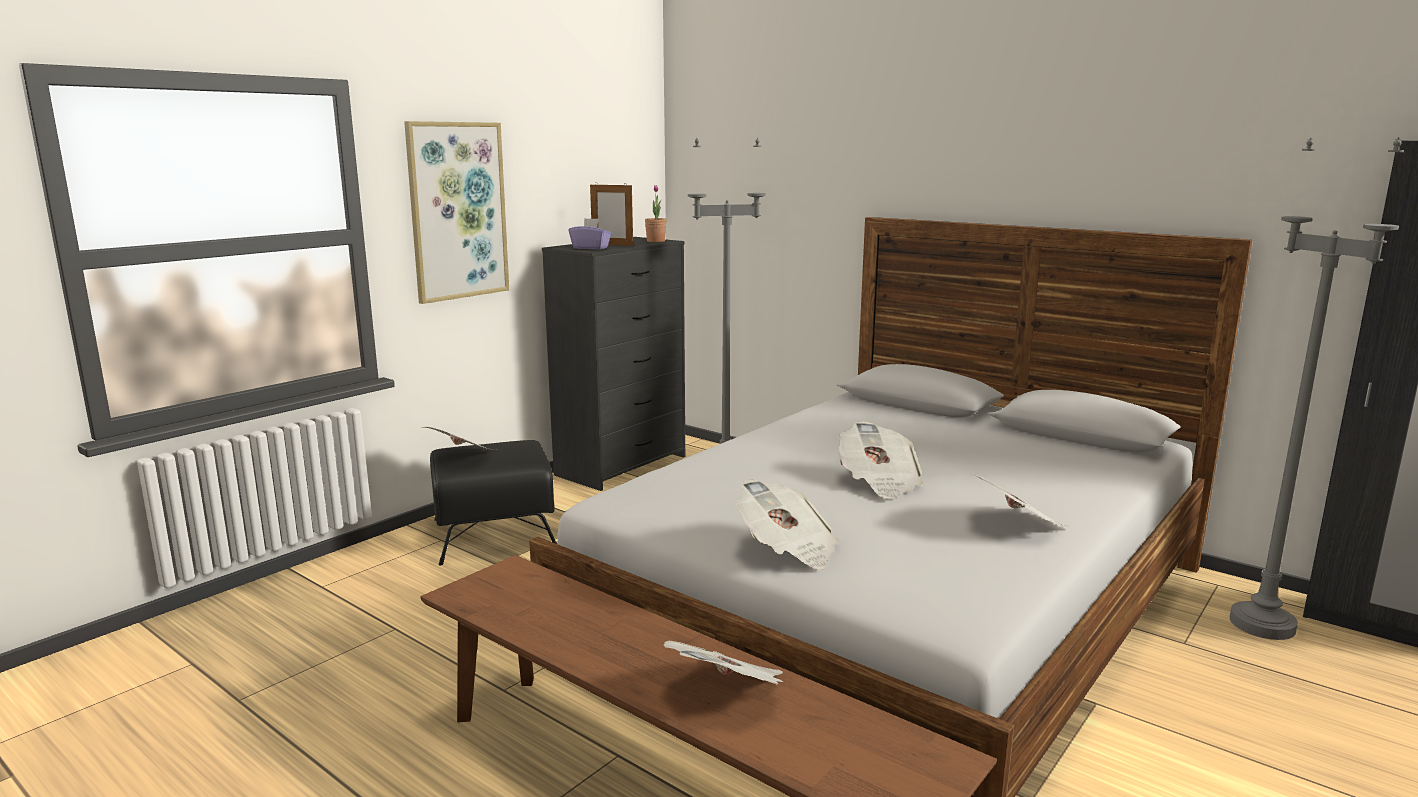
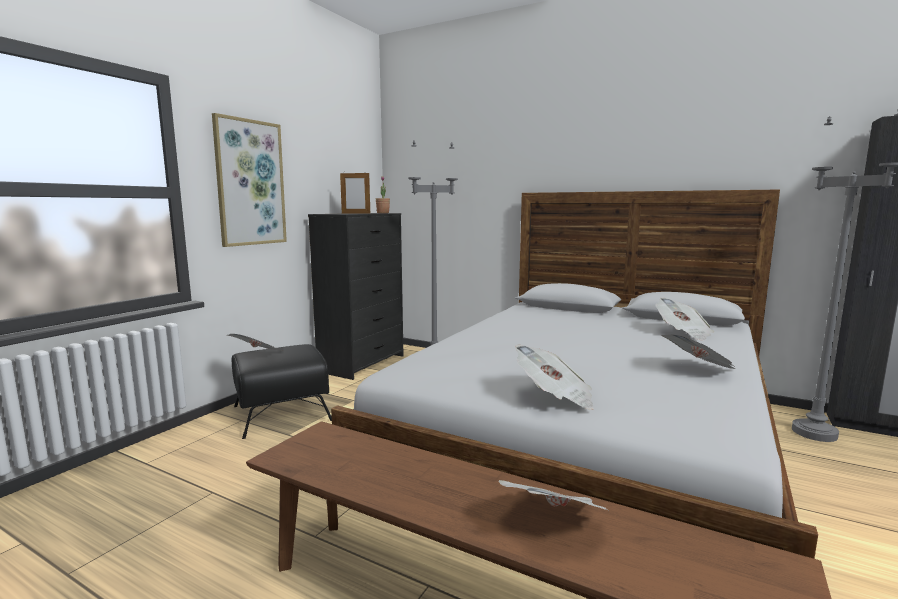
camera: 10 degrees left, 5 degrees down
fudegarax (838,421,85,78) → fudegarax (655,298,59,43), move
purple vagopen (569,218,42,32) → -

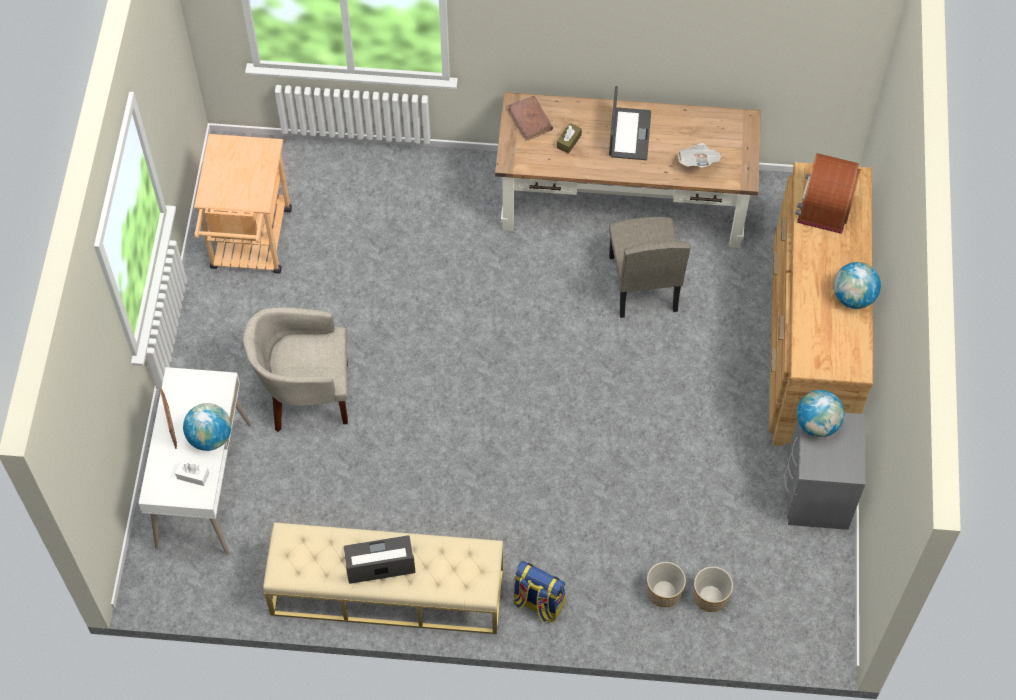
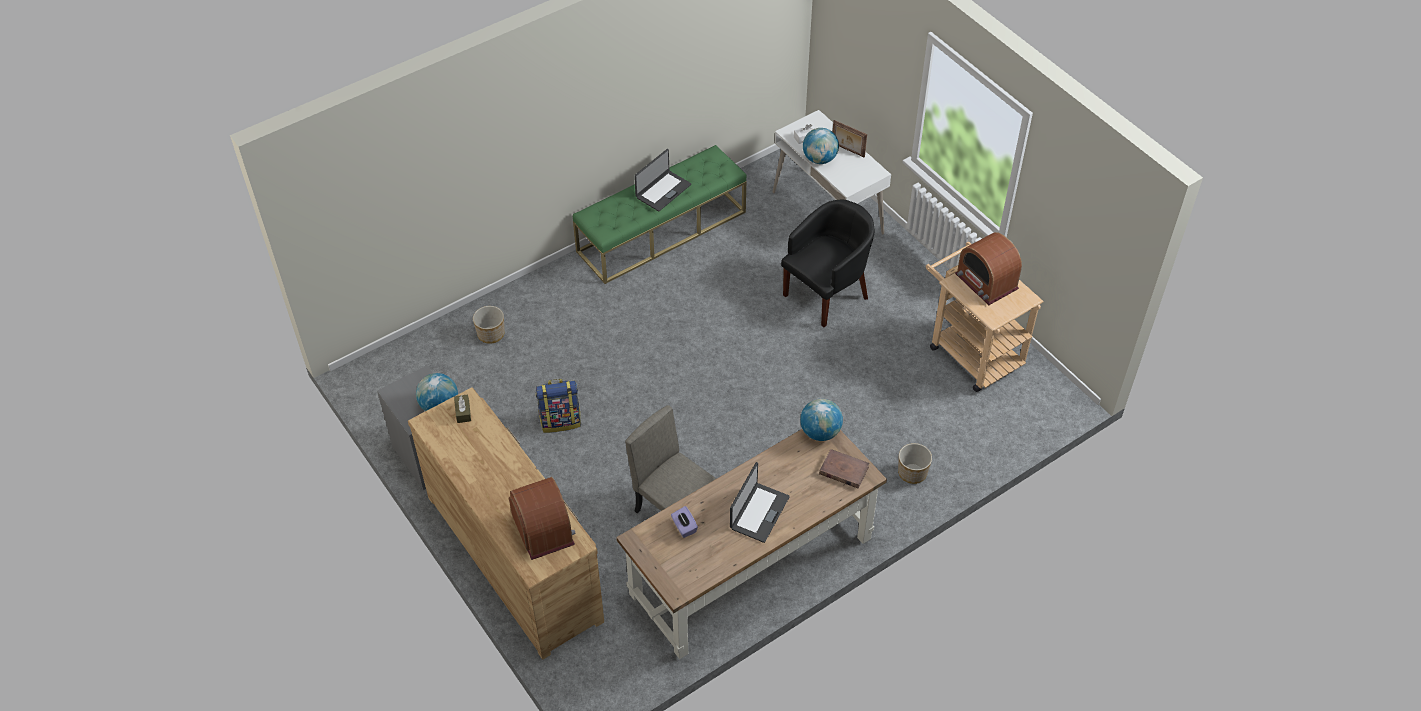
camera: 140 degrees right, 10 degrees down
brown vagopen (557,123,25,31) → brown vagopen (454,394,17,29), move
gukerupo (513,561,53,61) → gukerupo (536,379,45,54), move
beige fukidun (263,523,240,111) → green fukidun (573,145,173,139)
fudegarax (678,143,44,25) → purple vagopen (671,506,27,32)
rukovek (609,86,42,74) → rukovek (730,462,60,81), 120 degrees counterclockwise
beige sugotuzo (243,307,105,125) → black sugotuzo (781,200,93,127)
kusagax (833,262,48,47) → kusagax (800,399,43,42), move
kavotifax (694,566,39,46) → kavotifax (898,443,34,41), move
- → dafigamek (955,232,67,73)

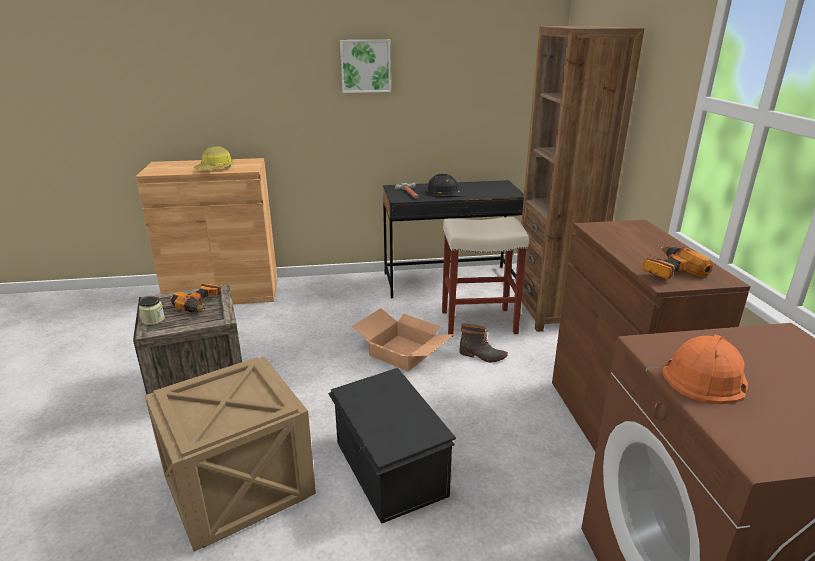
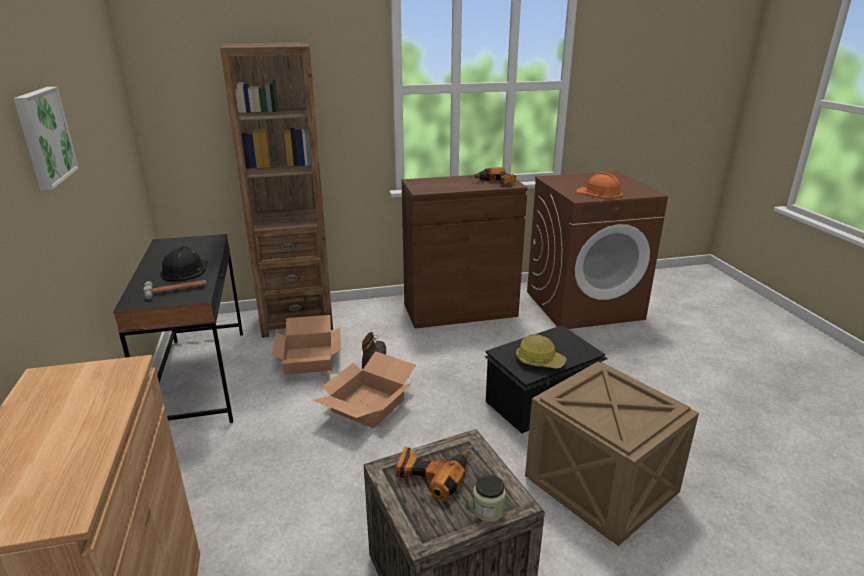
camera: 95 degrees left, 0 degrees up
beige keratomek (442,217,87,120) → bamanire (272,315,69,60)
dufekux (194,146,39,24) → dufekux (516,334,51,35), move

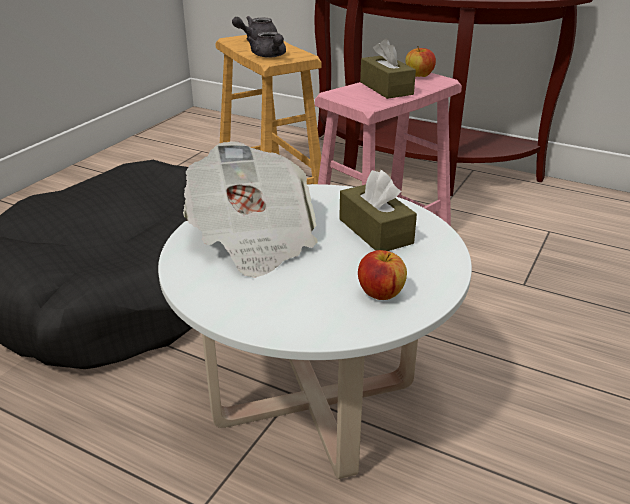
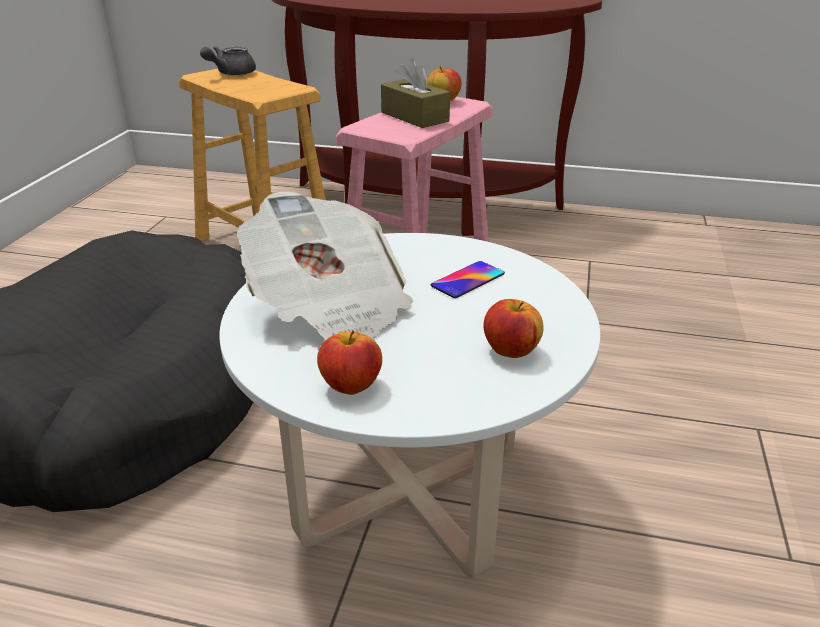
camera: 15 degrees left, 0 degrees up
- → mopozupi (317,330,65,65)
brown vagopen (339,170,78,81) → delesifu (431,261,74,37)
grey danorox (247,31,39,27) → -

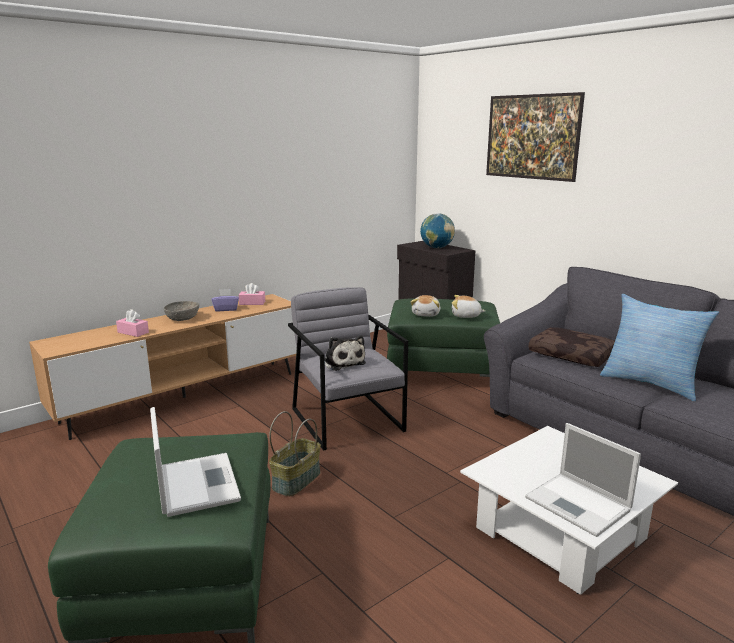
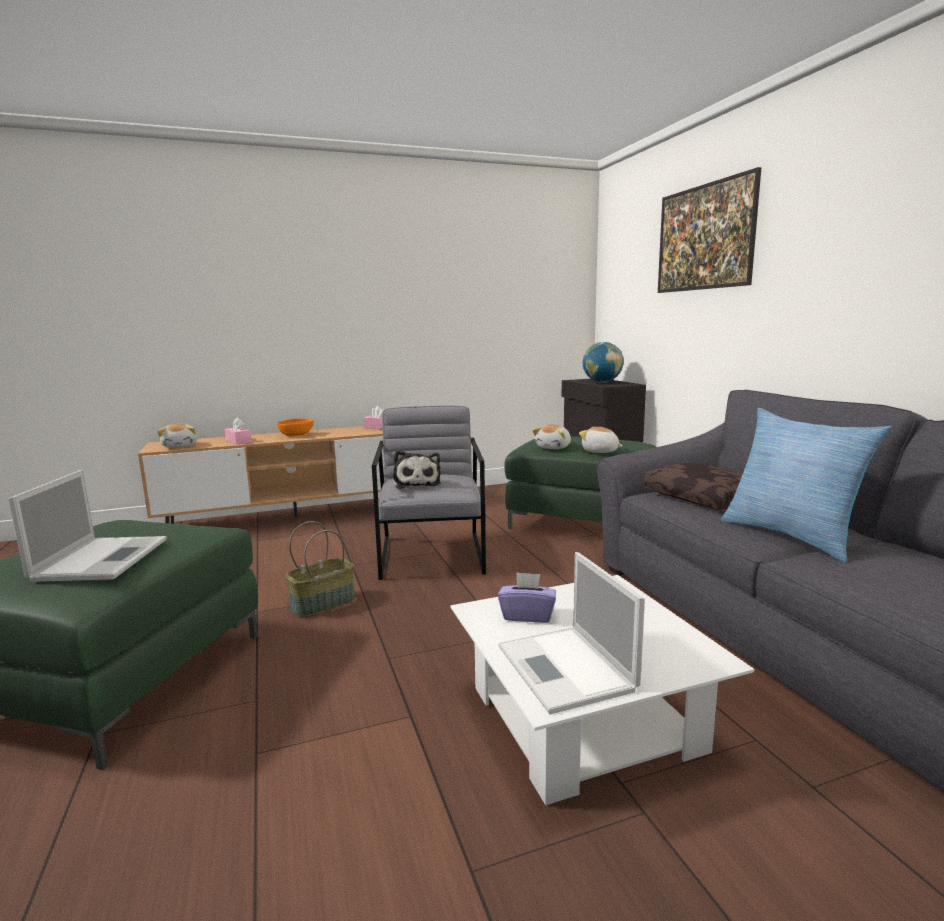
camera: 20 degrees right, 5 degrees down
- → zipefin (157,423,40,25)
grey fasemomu (164,301,35,20) → orange fasemomu (277,419,37,17)
purple vagopen (211,289,28,22) → purple vagopen (498,572,58,51), move

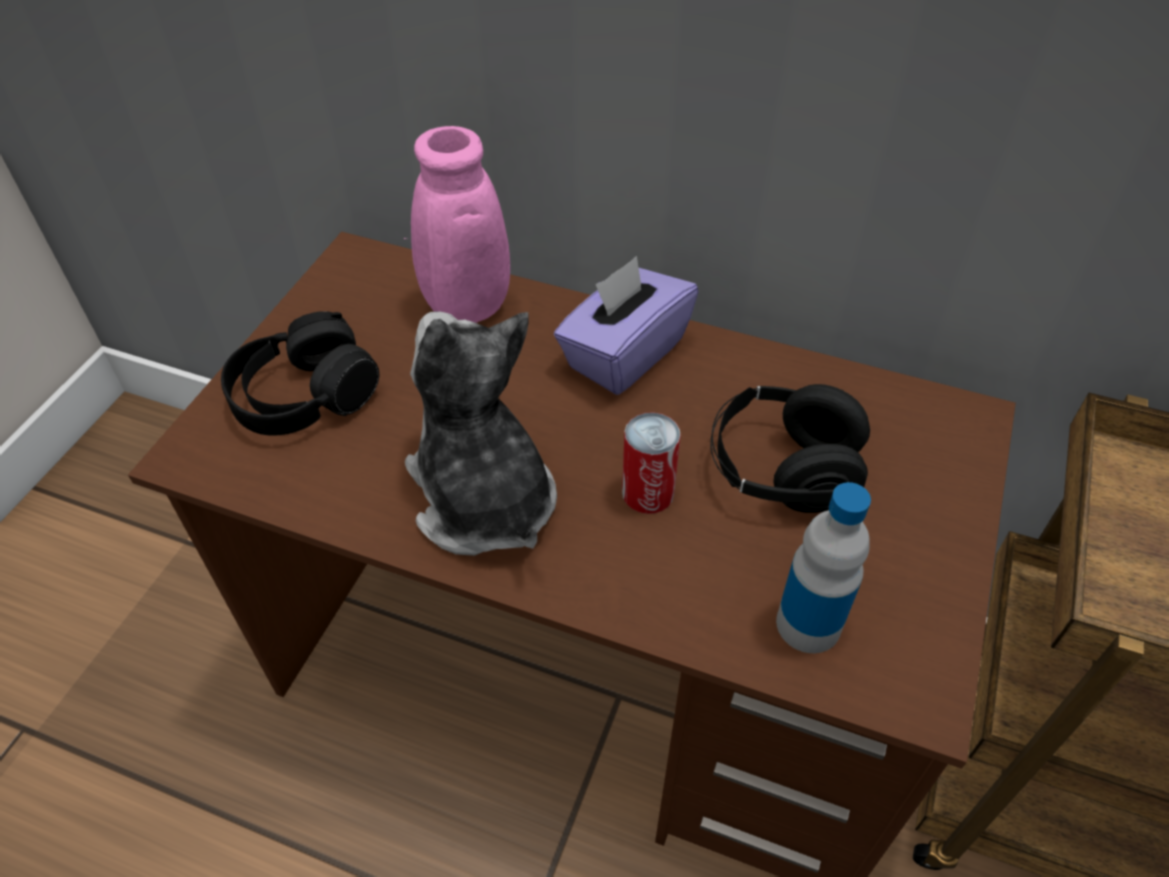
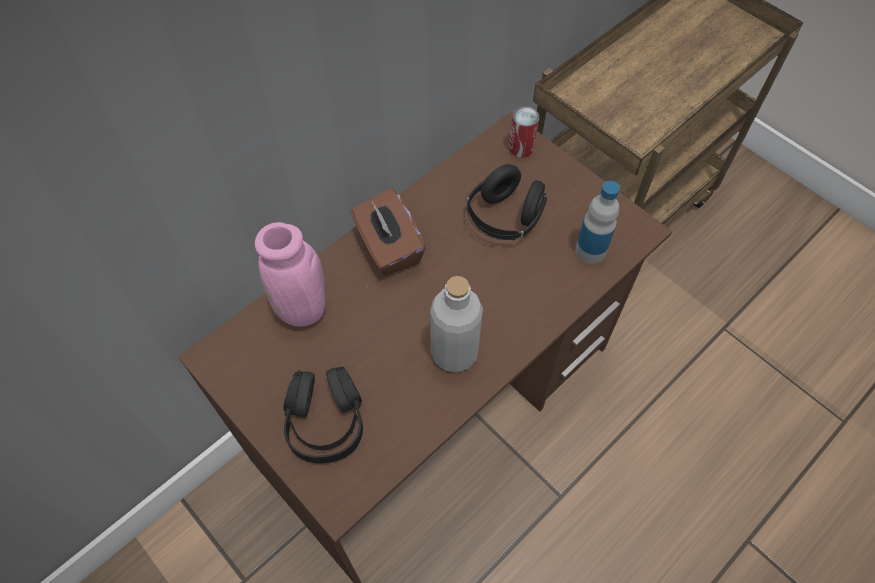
camera: 65 degrees left, 10 degrees up
purple vagopen (554,256,144,139) → brown vagopen (351,188,75,88)
zipefin (405,311,152,245) → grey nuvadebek (430,276,53,97)
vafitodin (622,412,59,102) → vafitodin (509,107,30,51), move

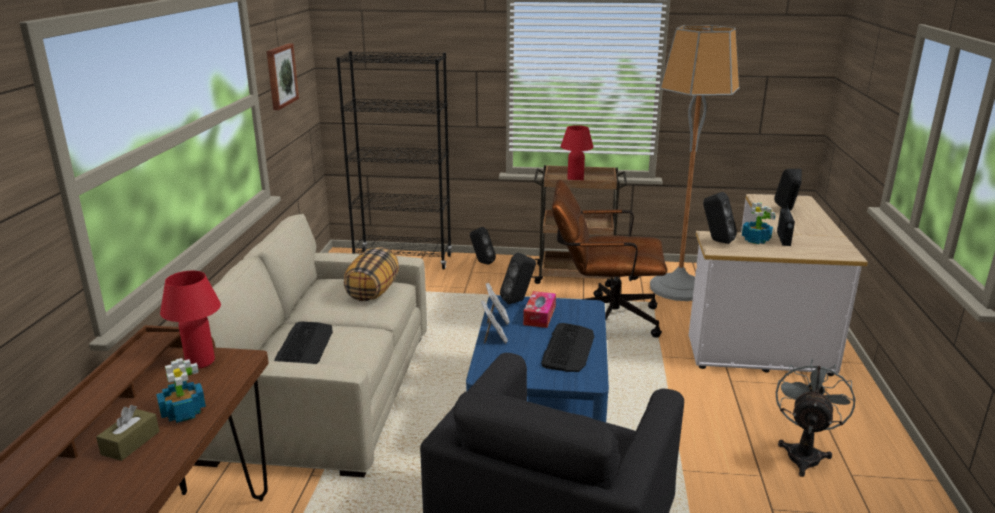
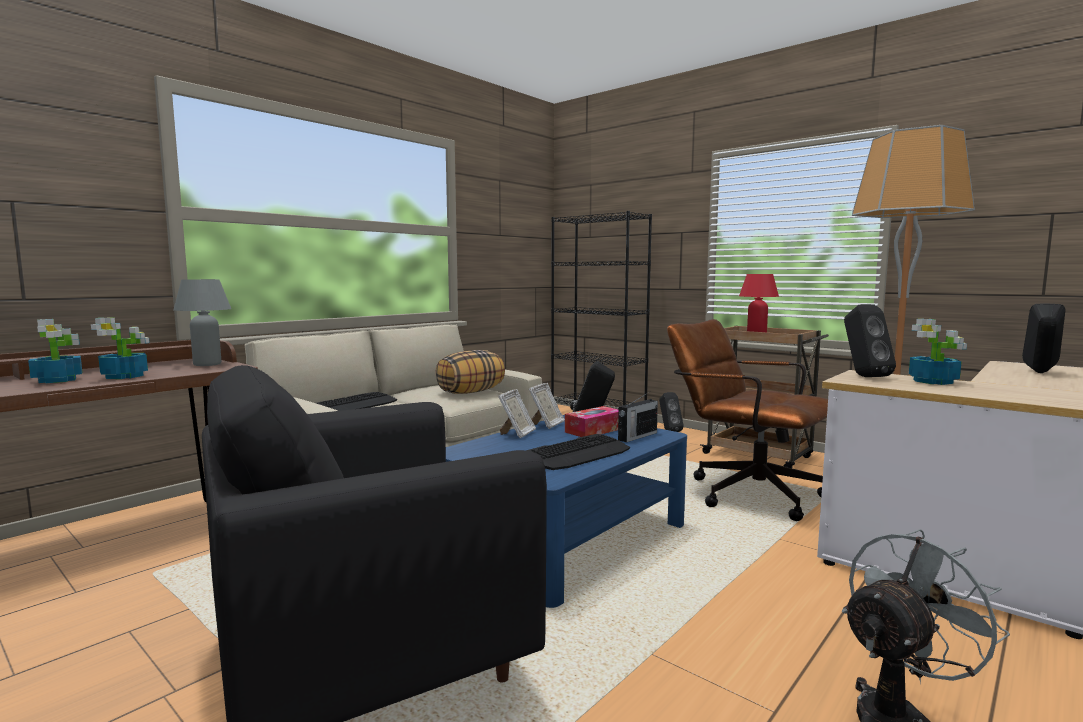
camera: 35 degrees right, 15 degrees down
brown vagopen (96,405,63,56) → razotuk (28,319,54,64)
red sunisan (160,271,61,98) → grey sunisan (173,279,58,87)
dafigamek (777,205,18,41) → dafigamek (618,392,40,50), move
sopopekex (267,44,32,66) → -

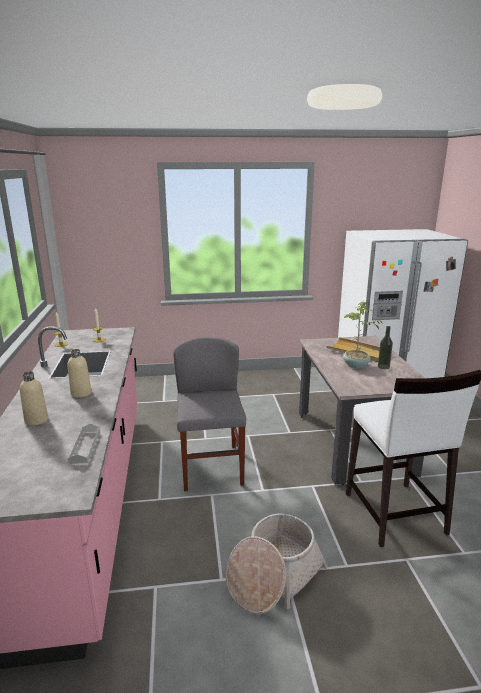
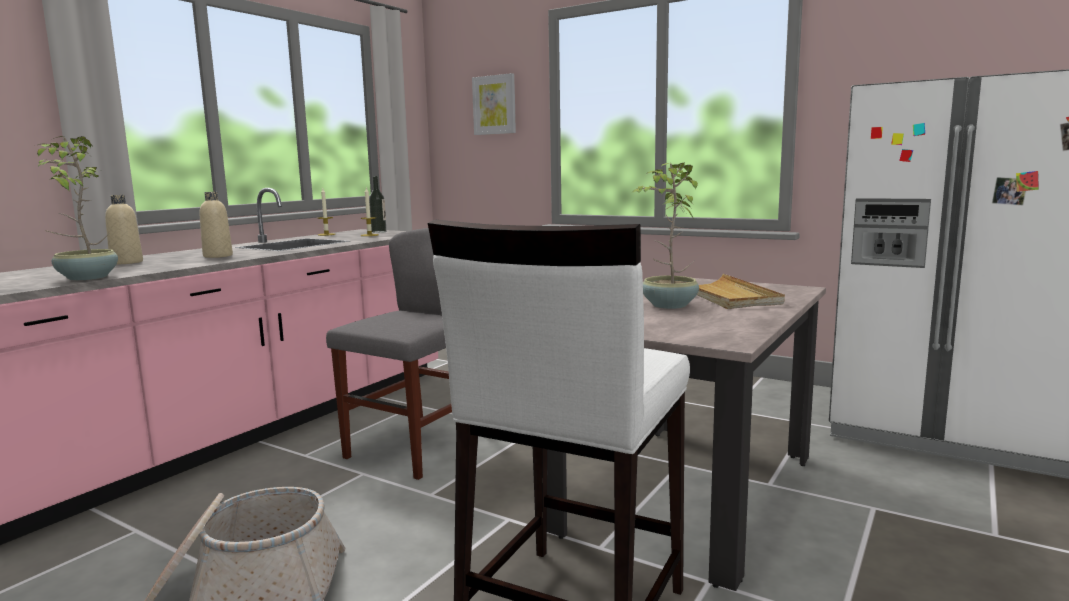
camera: 40 degrees right, 10 degrees down
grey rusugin (68,424,32,40) → razotuk (37,136,81,144)
nuvadebek (378,326,15,43) → nuvadebek (369,176,18,57), move
- → sopopekex (472,73,44,62)

